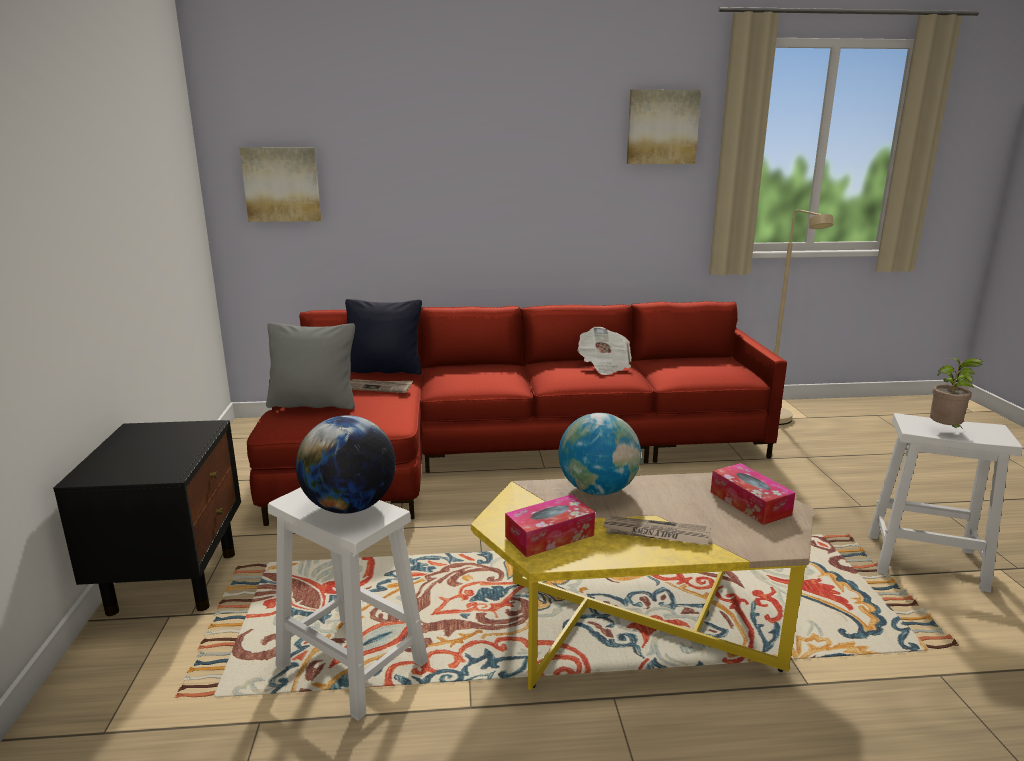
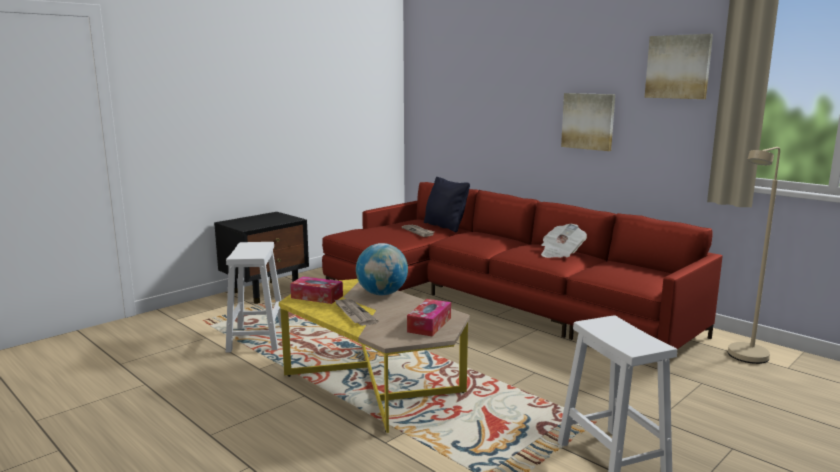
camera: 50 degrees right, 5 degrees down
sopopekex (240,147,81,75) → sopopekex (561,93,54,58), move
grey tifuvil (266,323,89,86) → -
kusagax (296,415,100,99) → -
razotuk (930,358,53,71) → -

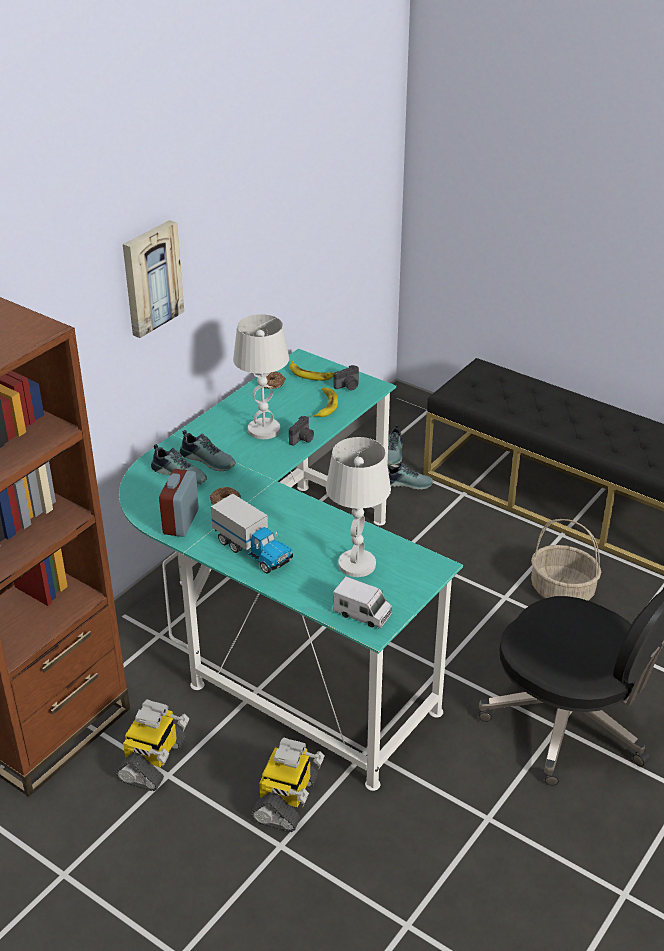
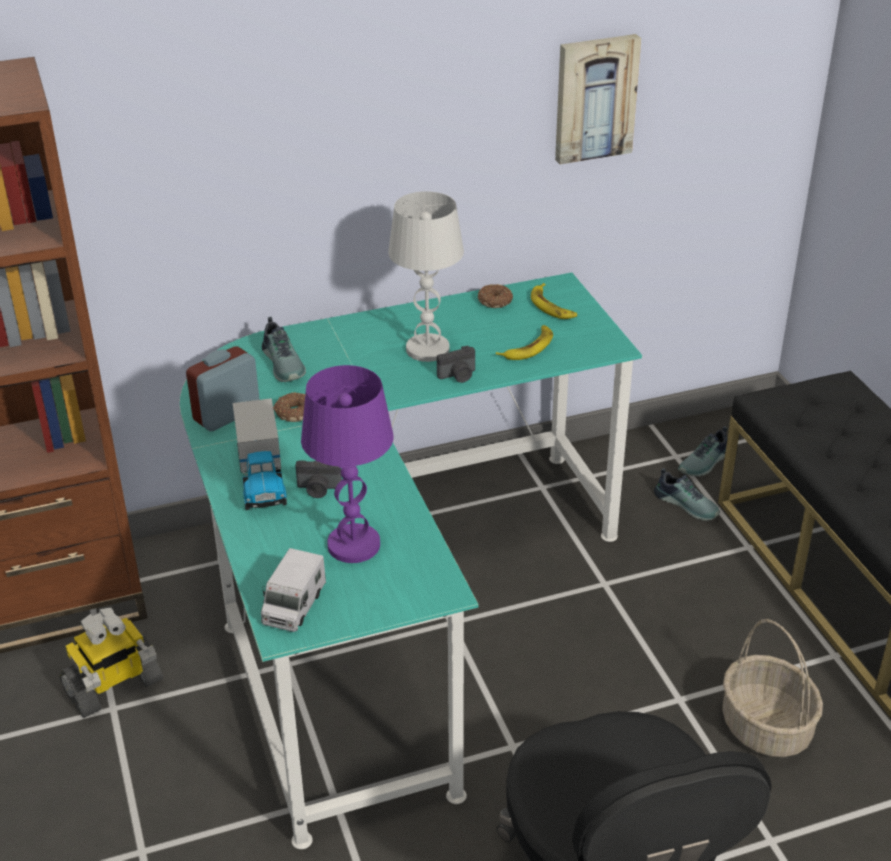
camera: 35 degrees right, 0 degrees up
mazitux (333,577,59,51) → mazitux (261,548,65,84), 45 degrees clockwise
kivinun (333,365,26,26) → kivinun (295,461,47,37), move
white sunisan (326,437,65,140) → purple sunisan (301,365,92,198)
sopopekex (123,220,61,118) → sopopekex (555,34,86,130), move
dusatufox (180,430,56,41) → -
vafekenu (251,737,74,95) → -

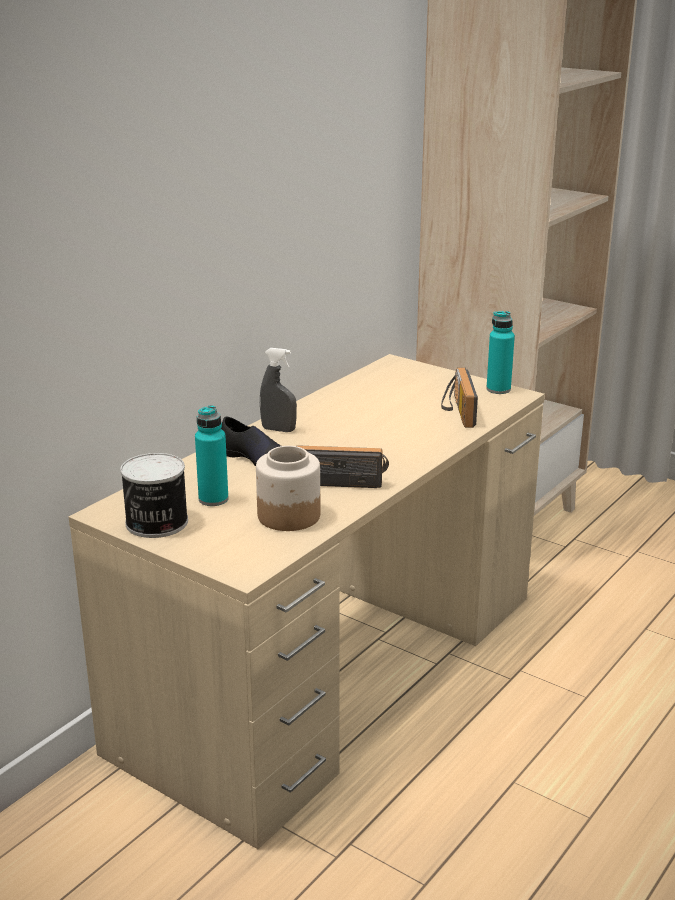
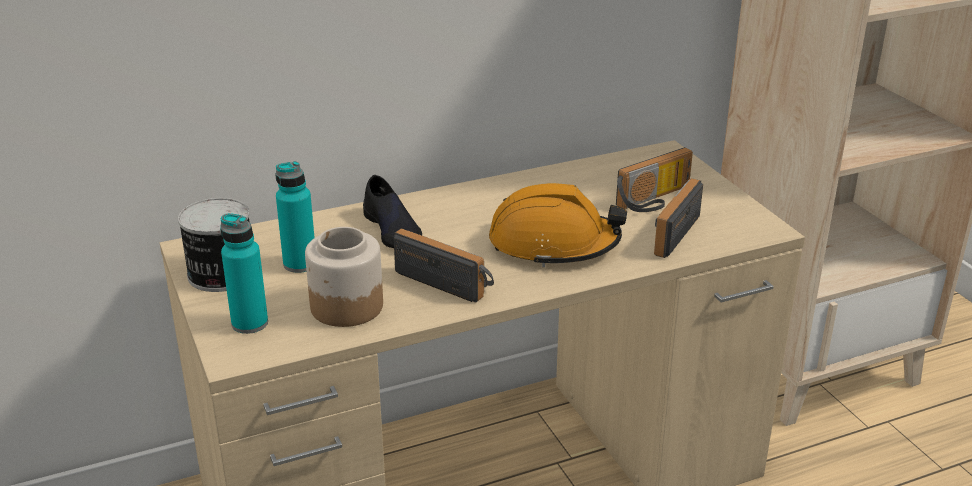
camera: 30 degrees right, 5 degrees up
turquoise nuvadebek (486,311,29,83) → turquoise nuvadebek (220,213,48,121), move
- → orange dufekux (489,183,138,84)
- → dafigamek (616,147,77,65)
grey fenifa (260,348,37,84) → -

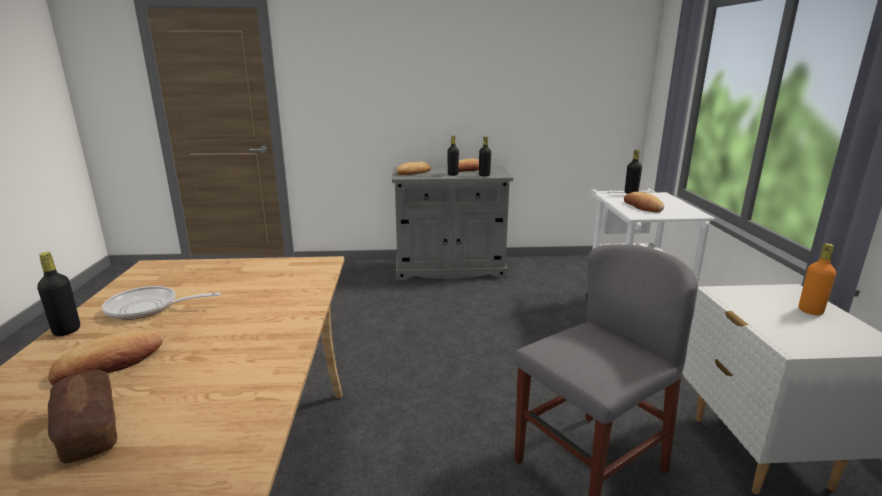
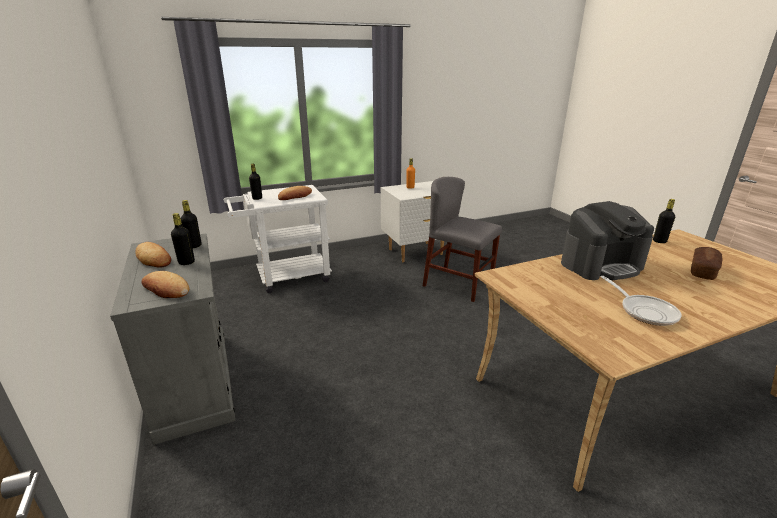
camera: 110 degrees left, 5 degrees up
- → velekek (561,201,93,79)
black nuvadebek (37,252,43,84) → black nuvadebek (653,199,22,44), move
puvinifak (48,331,115,54) → -

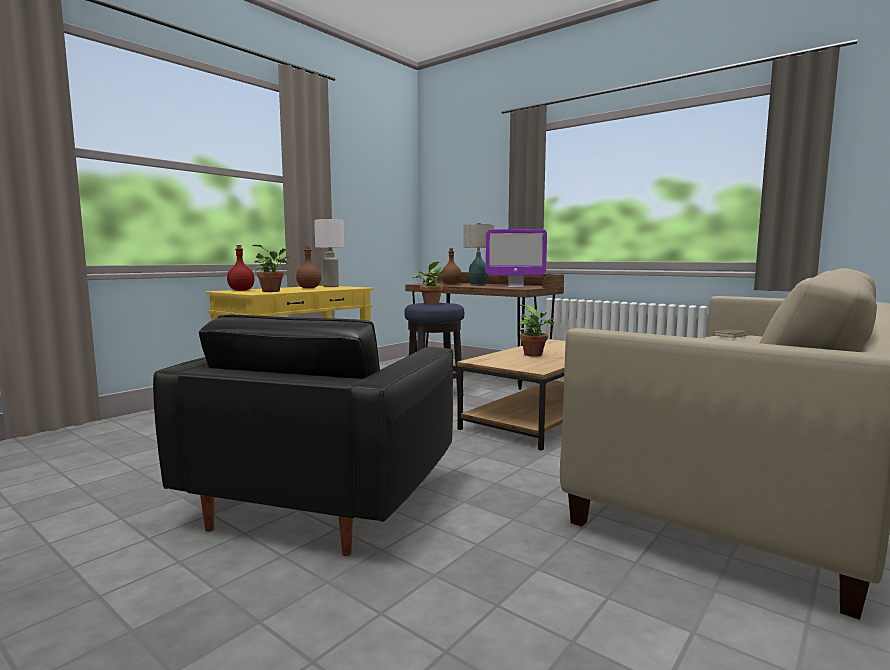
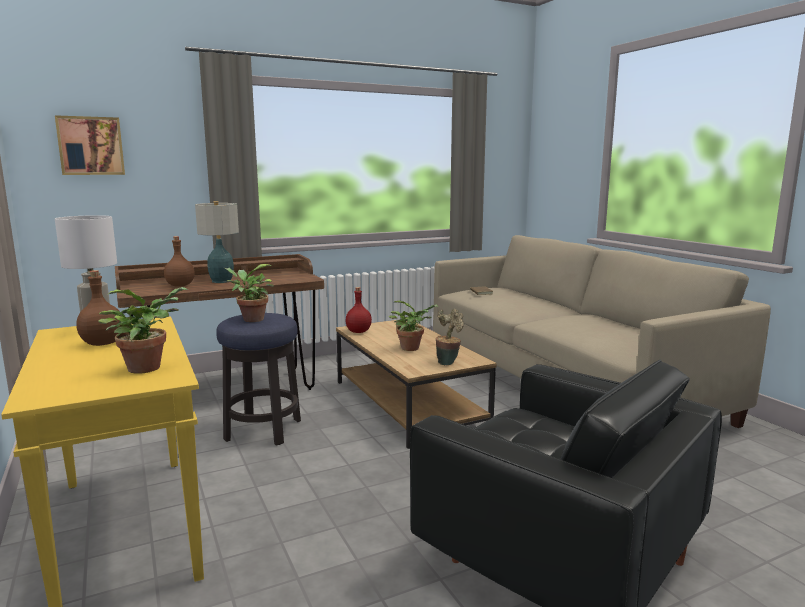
camera: 65 degrees left, 5 degrees up
- → sopopekex (55,115,70,60)
red nuvadebek (227,245,28,46) → red nuvadebek (346,287,26,46), move
- → razotuk (436,309,28,56)
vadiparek (485,229,62,59) → -

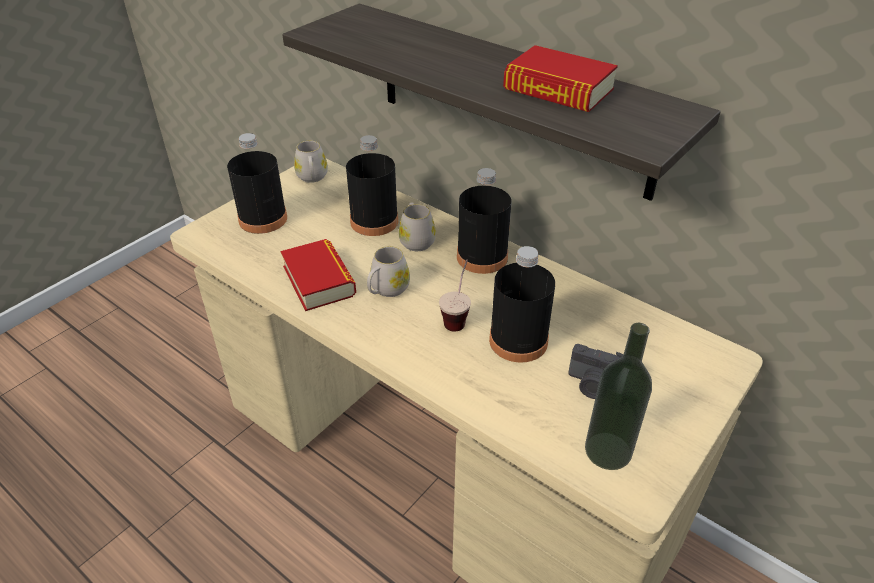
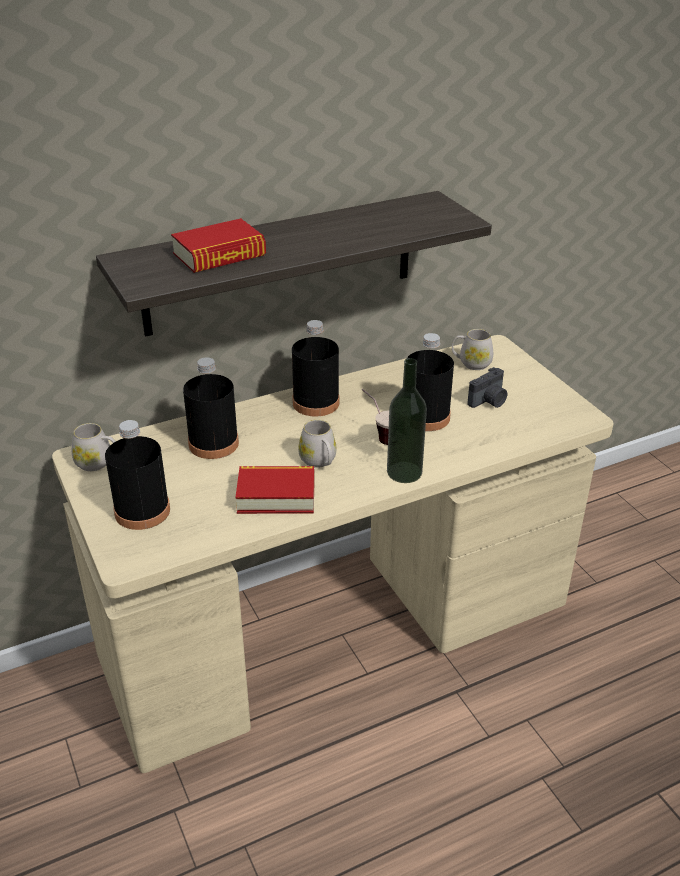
camera: 65 degrees left, 5 degrees down
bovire (503,45,115,67) → bovire (171,218,95,55), move
nuvadebek (585,323,67,147) → nuvadebek (387,358,40,125), move
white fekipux (399,202,37,49) → white fekipux (452,329,41,41), move

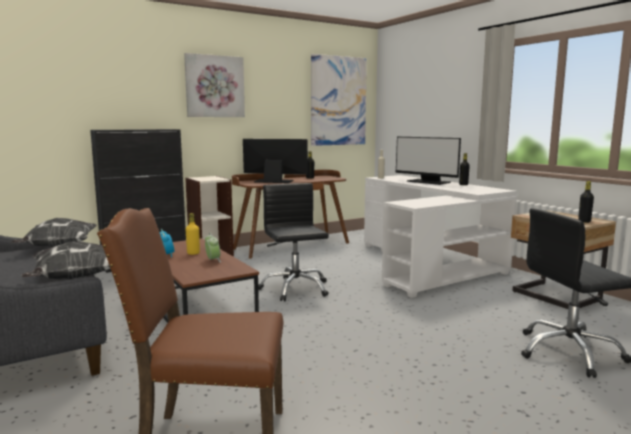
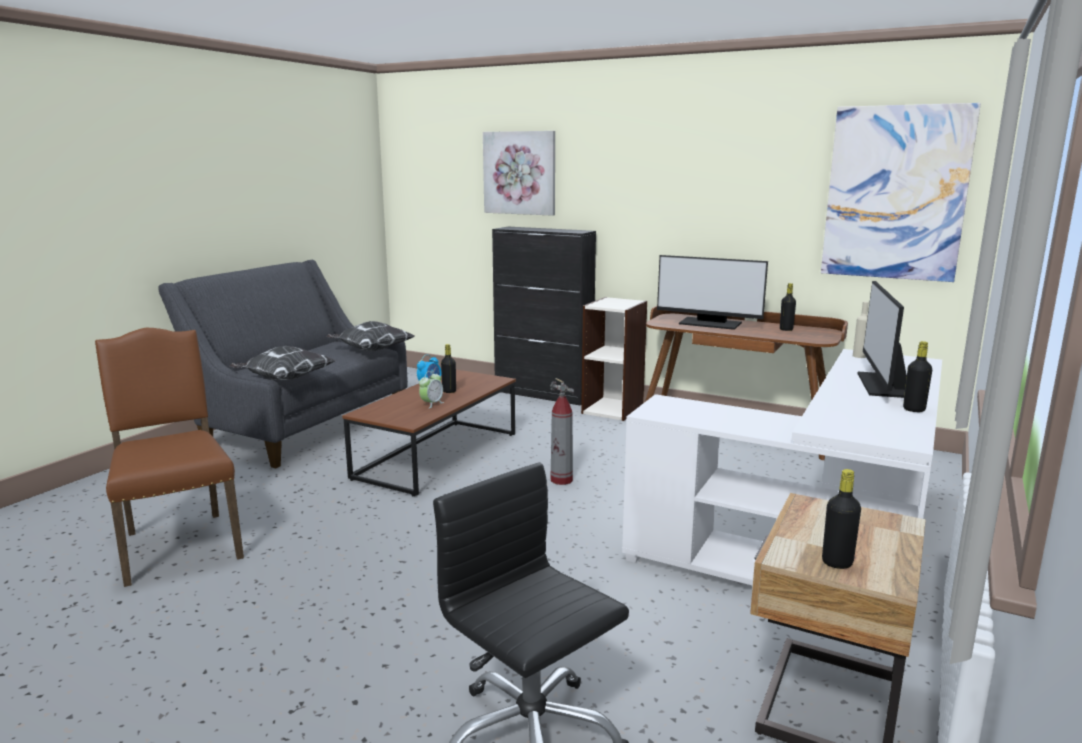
camera: 60 degrees right, 5 degrees up
yellow nuvadebek (186,213,14,42) → black nuvadebek (441,344,15,49)
sopopekex (184,53,61,64) → sopopekex (483,131,72,85), move
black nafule (258,183,71,118) → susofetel (550,378,24,107)
vadiparek (243,139,65,44) → vadiparek (657,255,111,75), 135 degrees clockwise

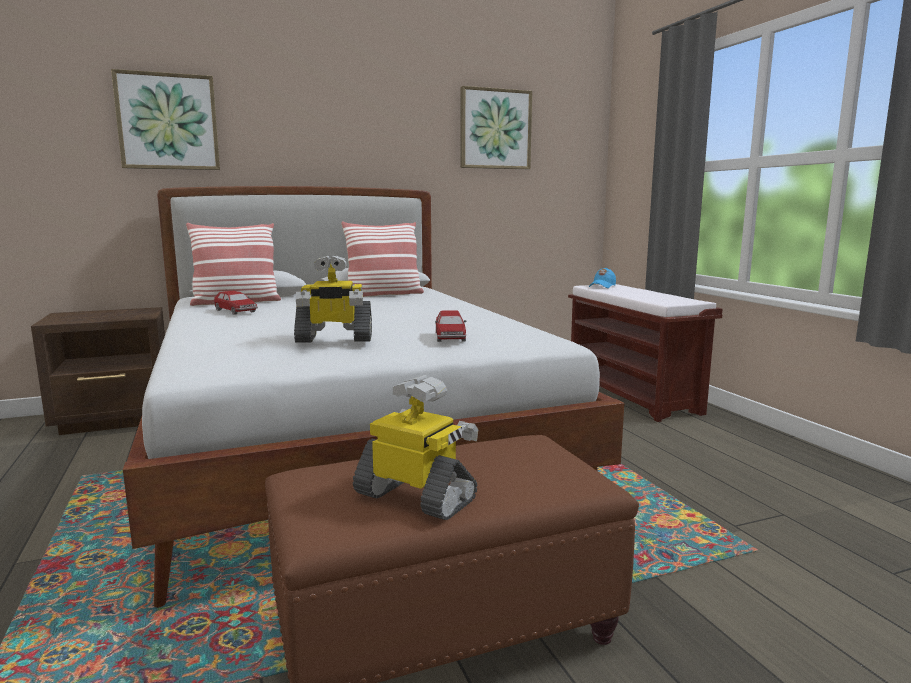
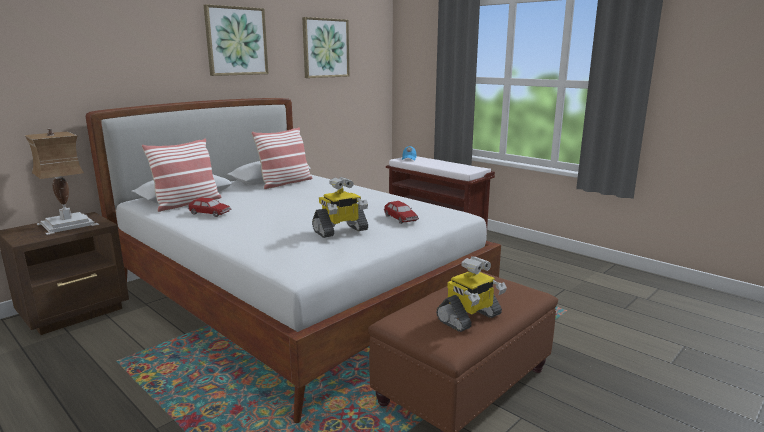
camera: 25 degrees left, 5 degrees up
- → sunisan (24,129,75,106)
sopopekex (111,69,109,101) → sopopekex (204,4,64,72), move
vafekenu (353,375,125,145) → vafekenu (436,256,71,76), 135 degrees clockwise

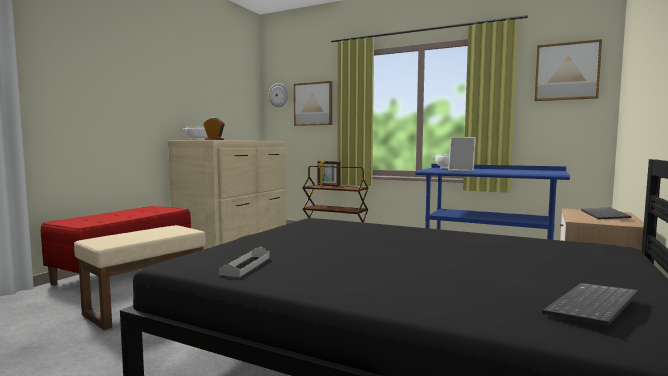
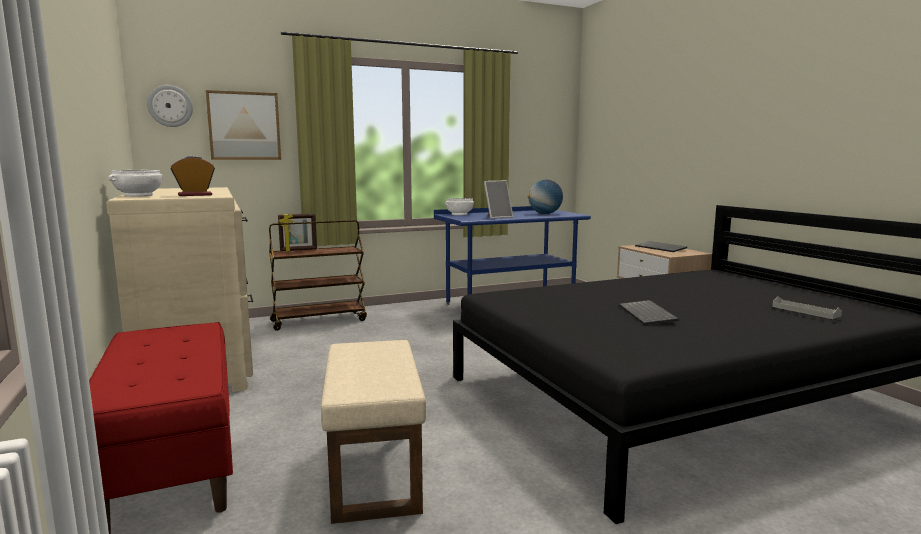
camera: 50 degrees left, 5 degrees up
- → kusagax (528,180,35,34)
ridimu (542,283,97,43) → ridimu (619,300,60,25), move
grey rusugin (219,247,50,30) → grey rusugin (772,296,70,23), move
sopopekex (535,39,67,62) → -

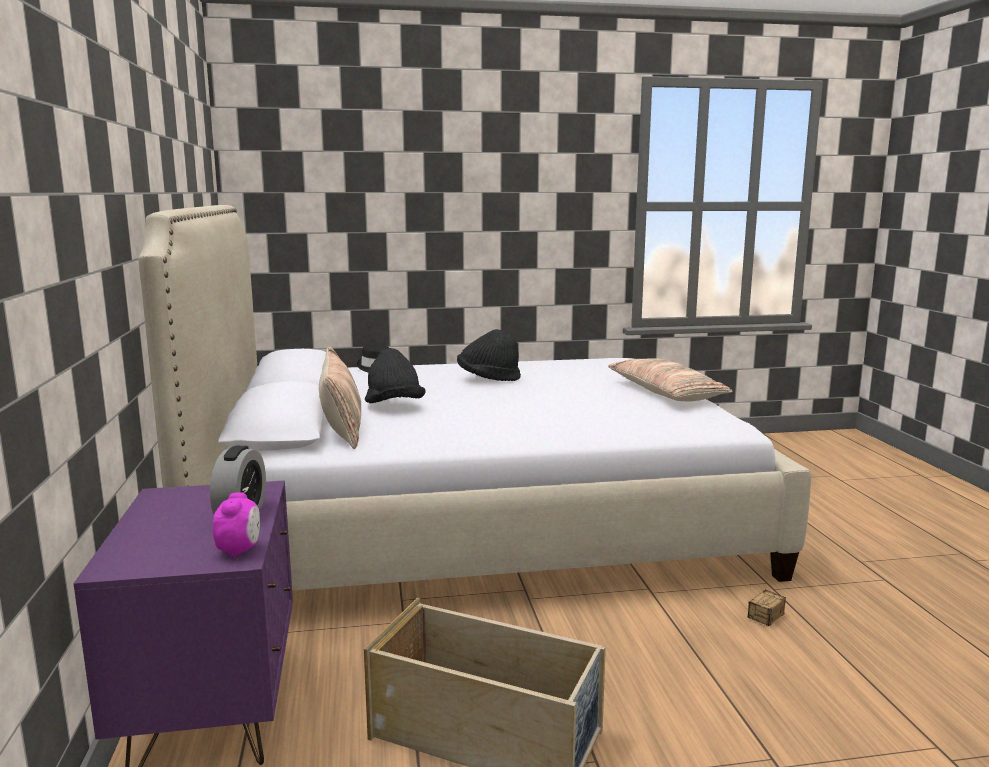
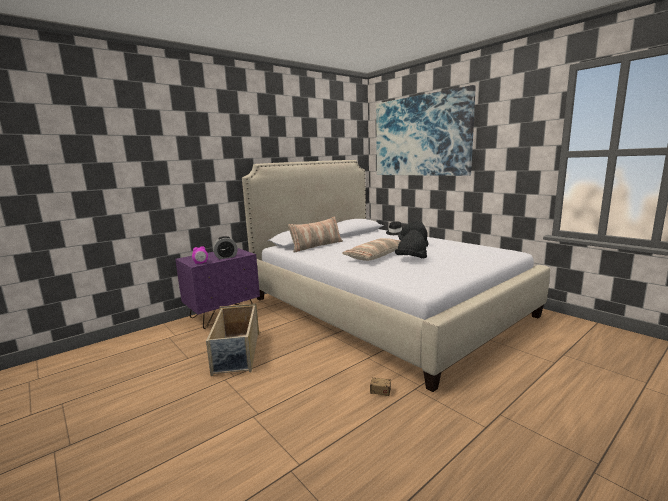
camera: 60 degrees right, 0 degrees up
tifuvil (608,358,124,44) → tifuvil (342,238,58,23), move
- → sopopekex (376,85,100,91)
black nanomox (365,348,61,55) → black nanomox (395,230,32,28), move

